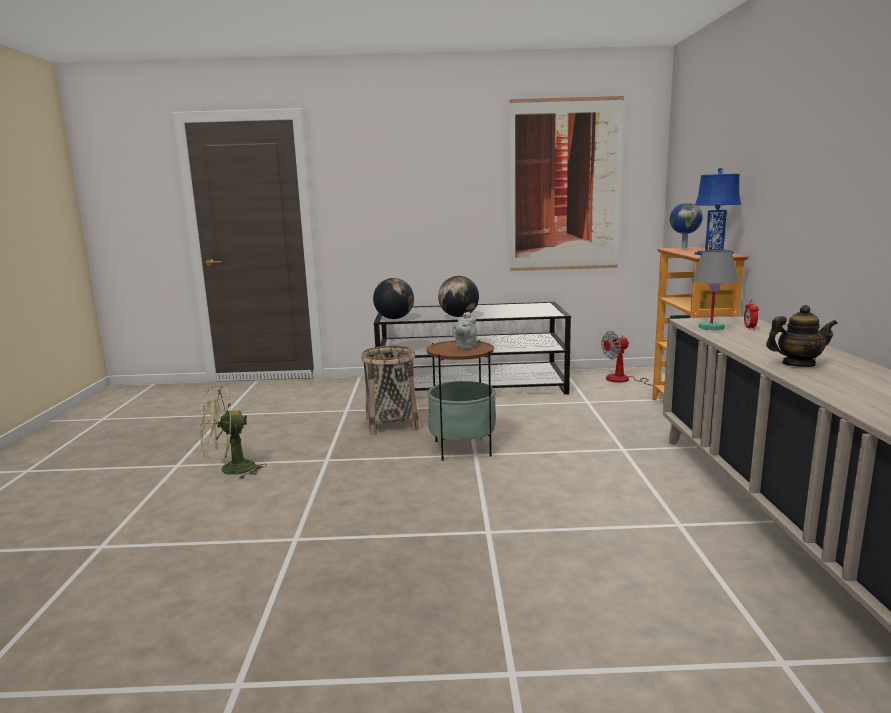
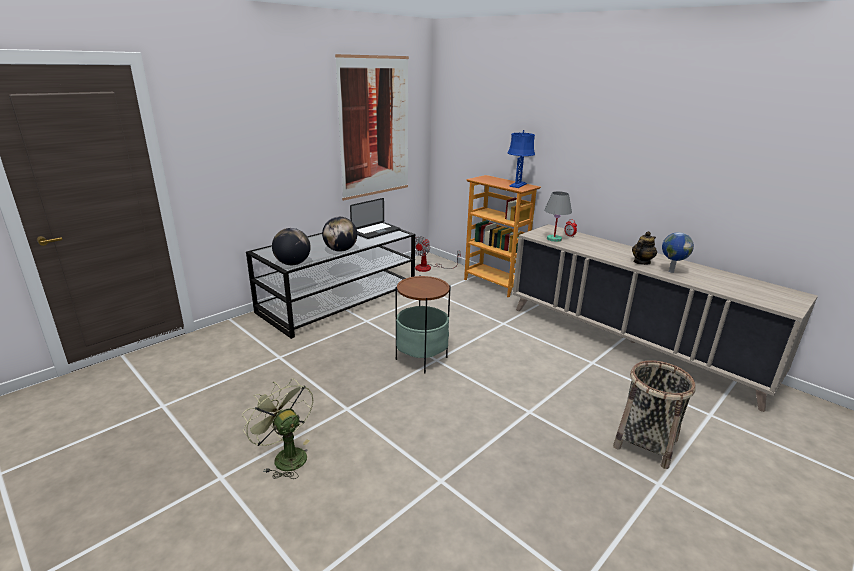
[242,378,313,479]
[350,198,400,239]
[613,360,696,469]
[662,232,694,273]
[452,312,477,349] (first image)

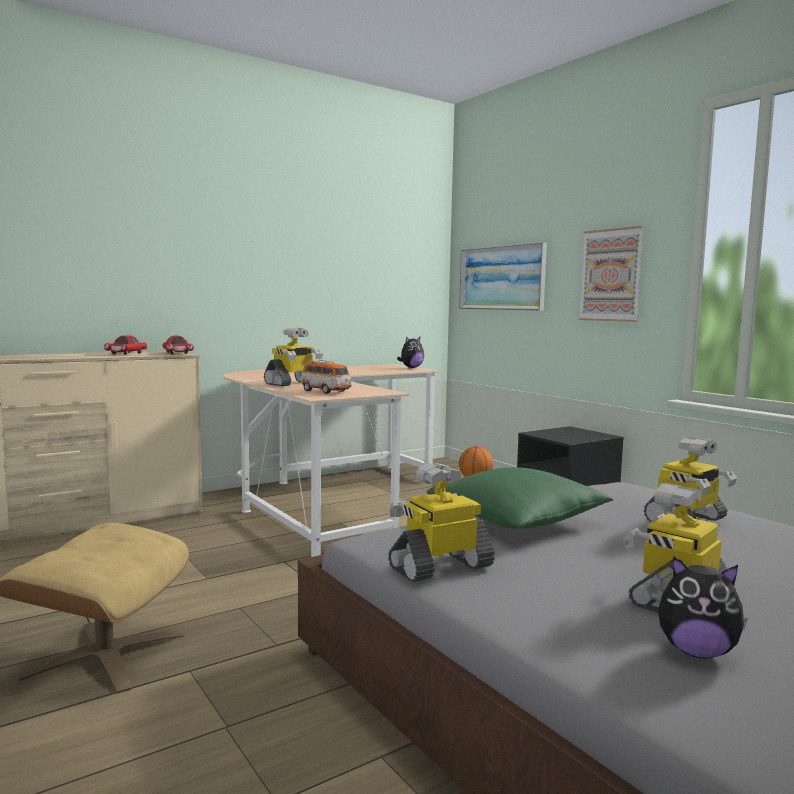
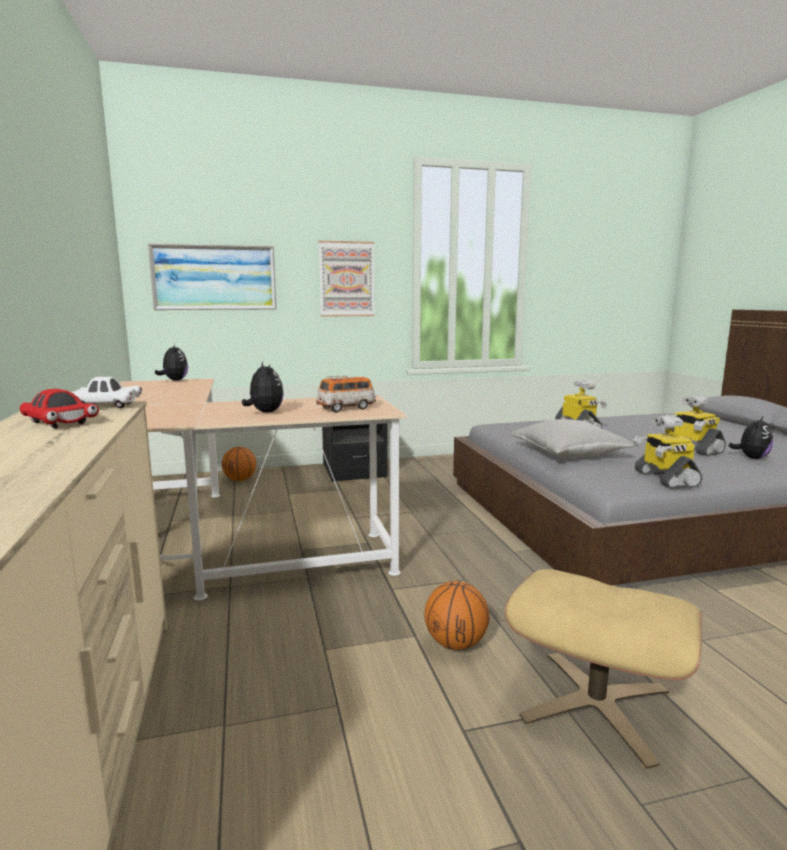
[71,377,142,408]
[242,362,284,412]
[424,581,489,650]
[511,419,634,458]

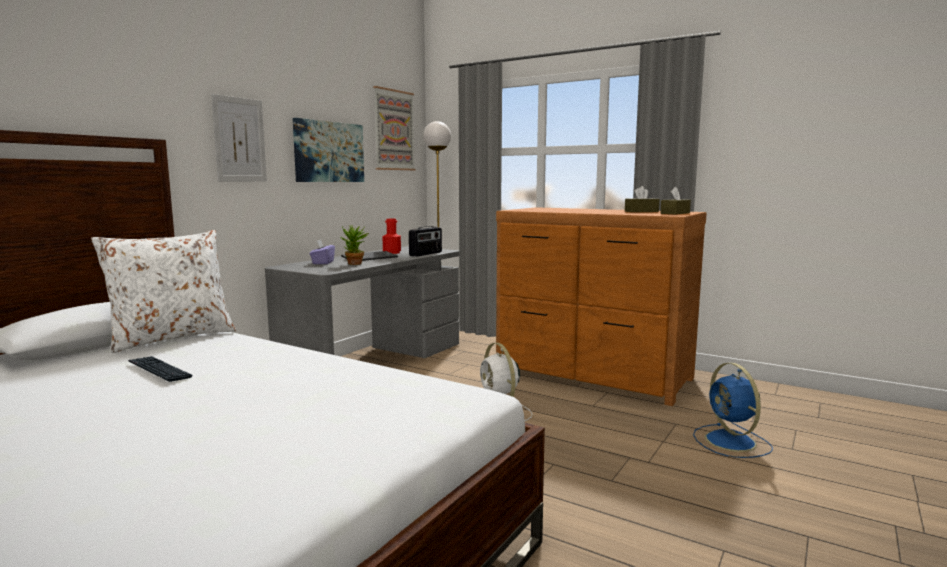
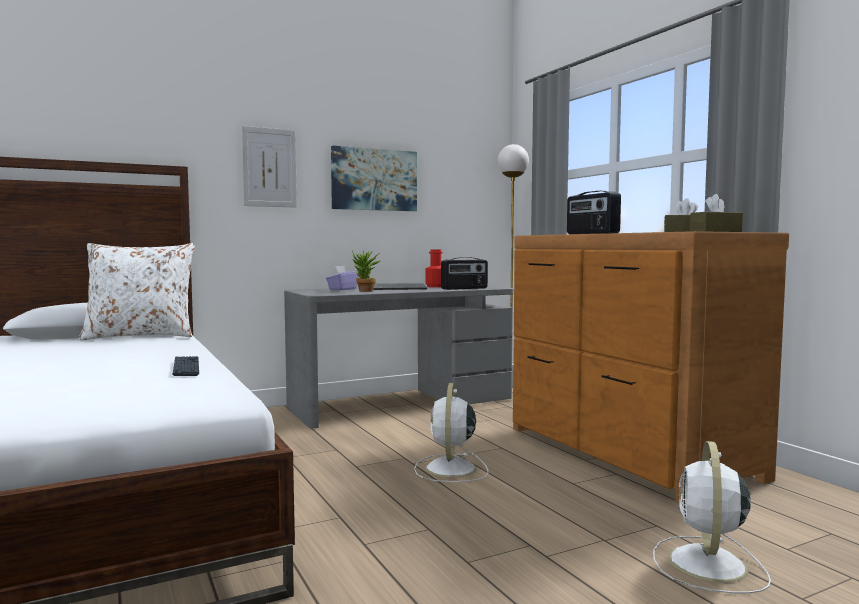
[173,356,199,376]
[567,191,621,234]
[653,441,771,593]
[373,86,415,170] (first image)

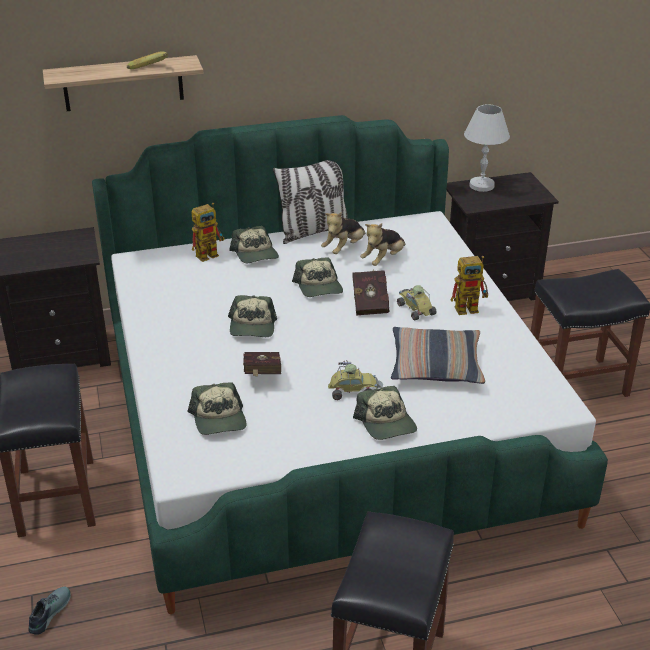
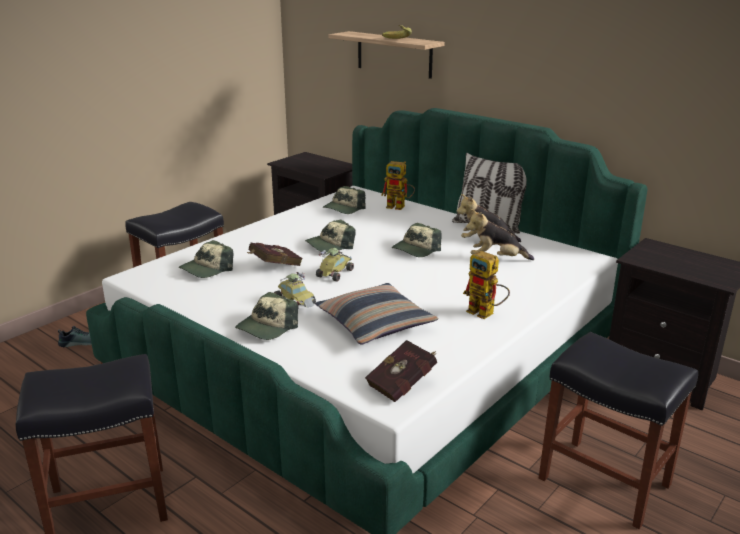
[316,248,354,281]
[322,186,365,214]
[365,340,437,402]
[464,104,510,192] (first image)

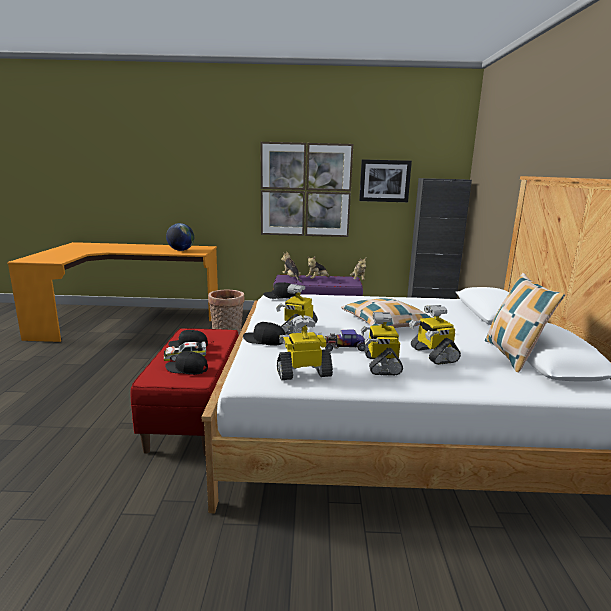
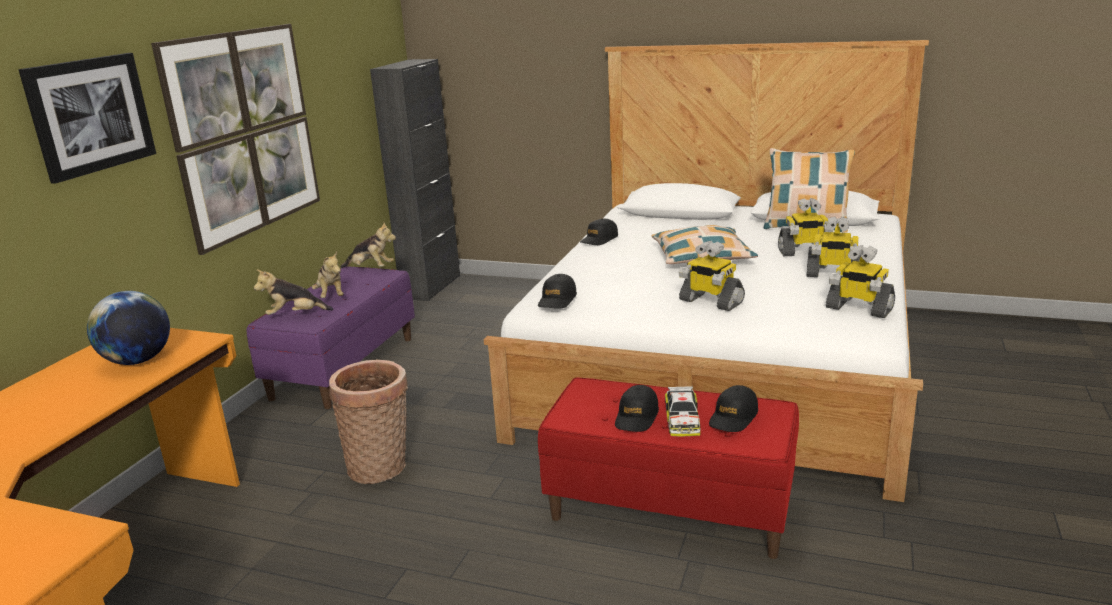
[19,53,156,184]
[580,219,618,245]
[826,245,895,318]
[323,329,366,351] (first image)

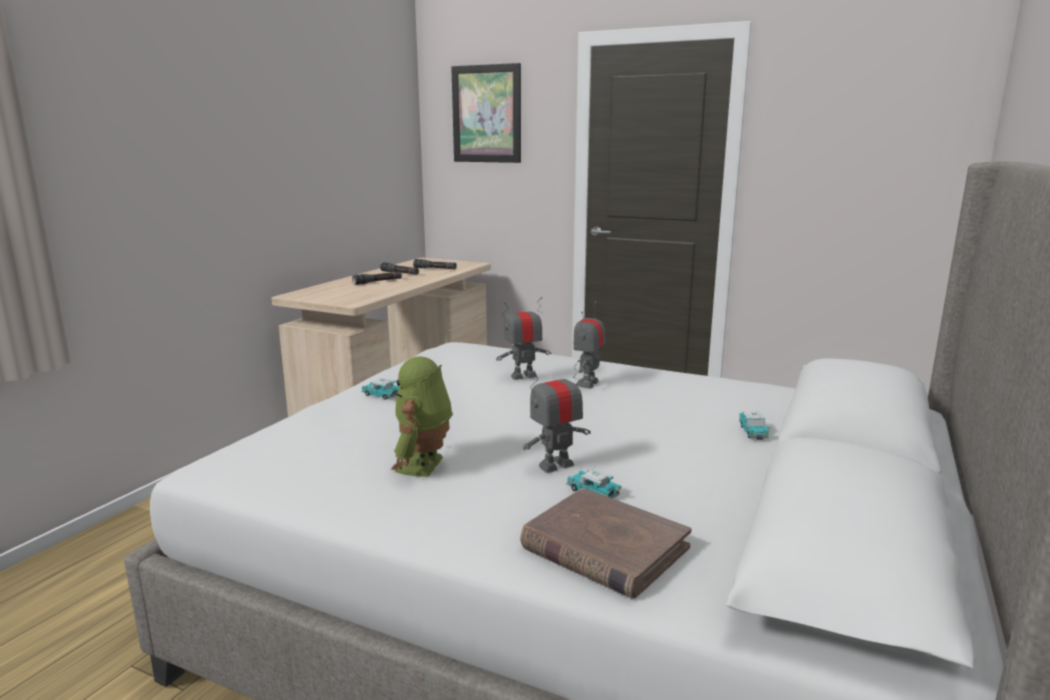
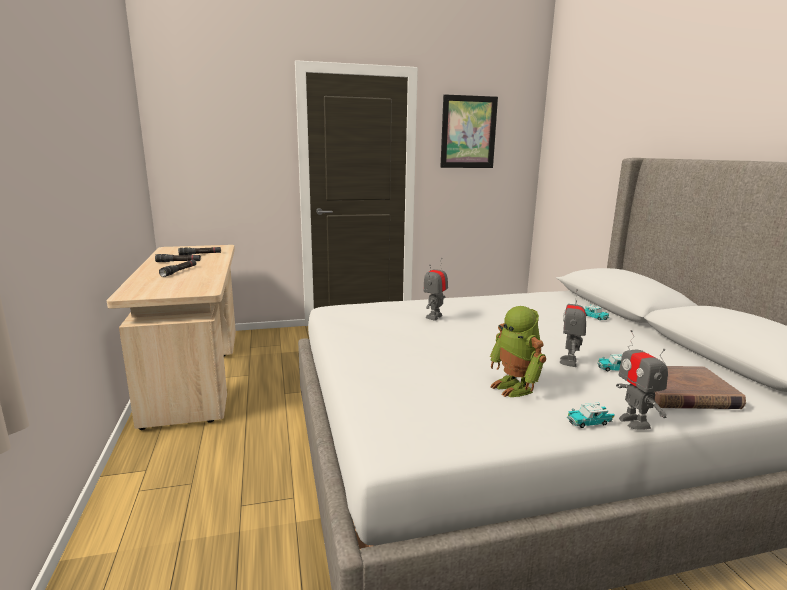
[440,94,498,168]
[567,403,615,428]
[616,330,668,430]

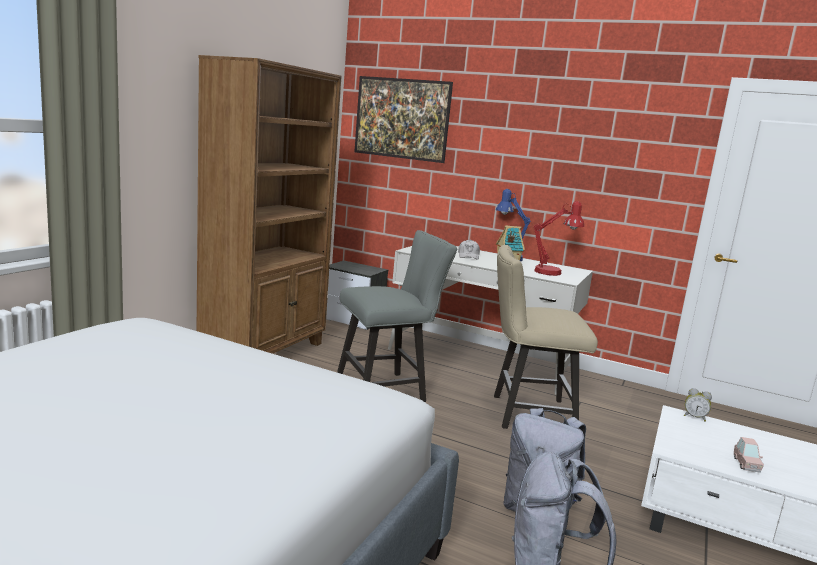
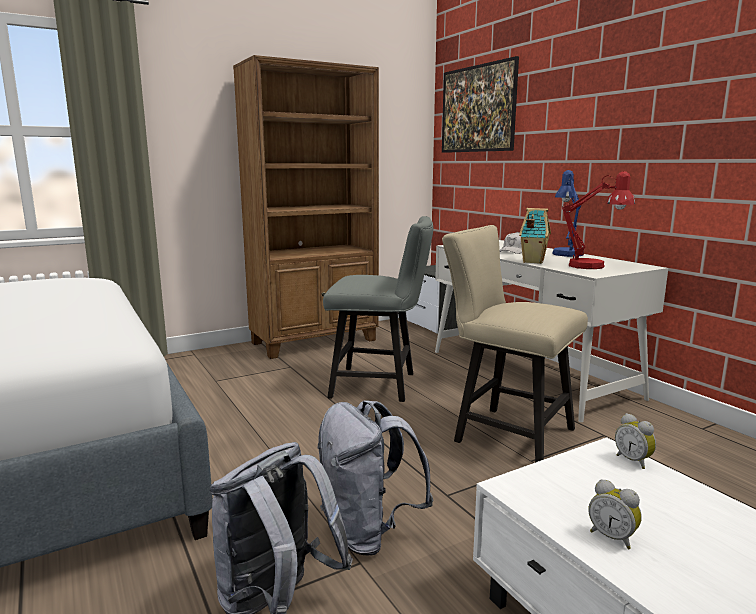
[588,479,642,549]

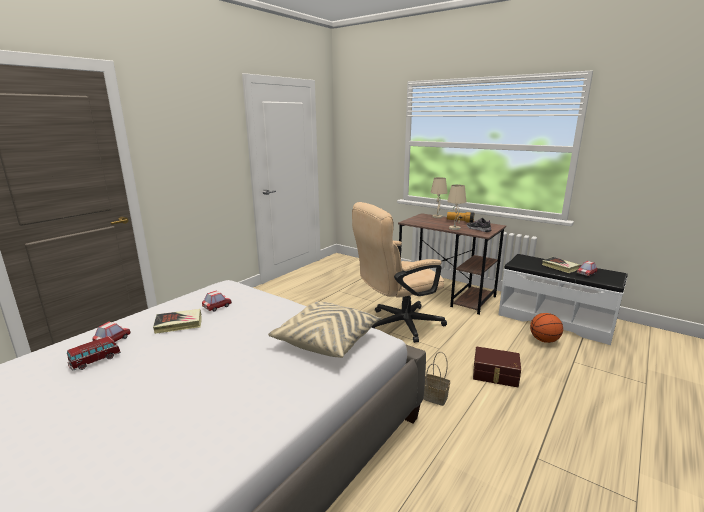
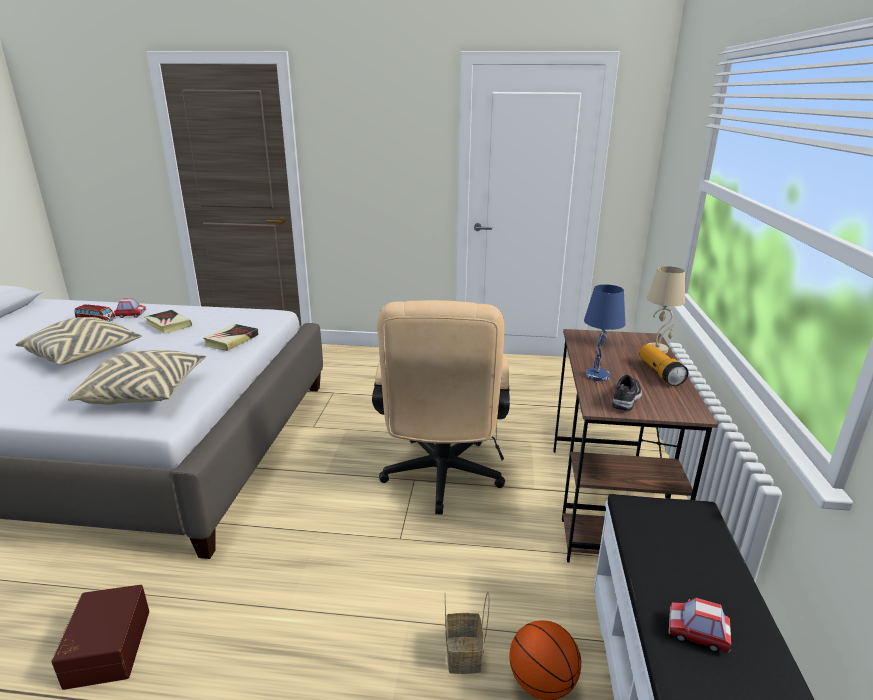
[16,317,142,365]
[51,585,150,690]
[203,324,258,351]
[372,300,510,515]
[445,592,489,674]
[584,284,625,381]
[202,290,232,312] (first image)

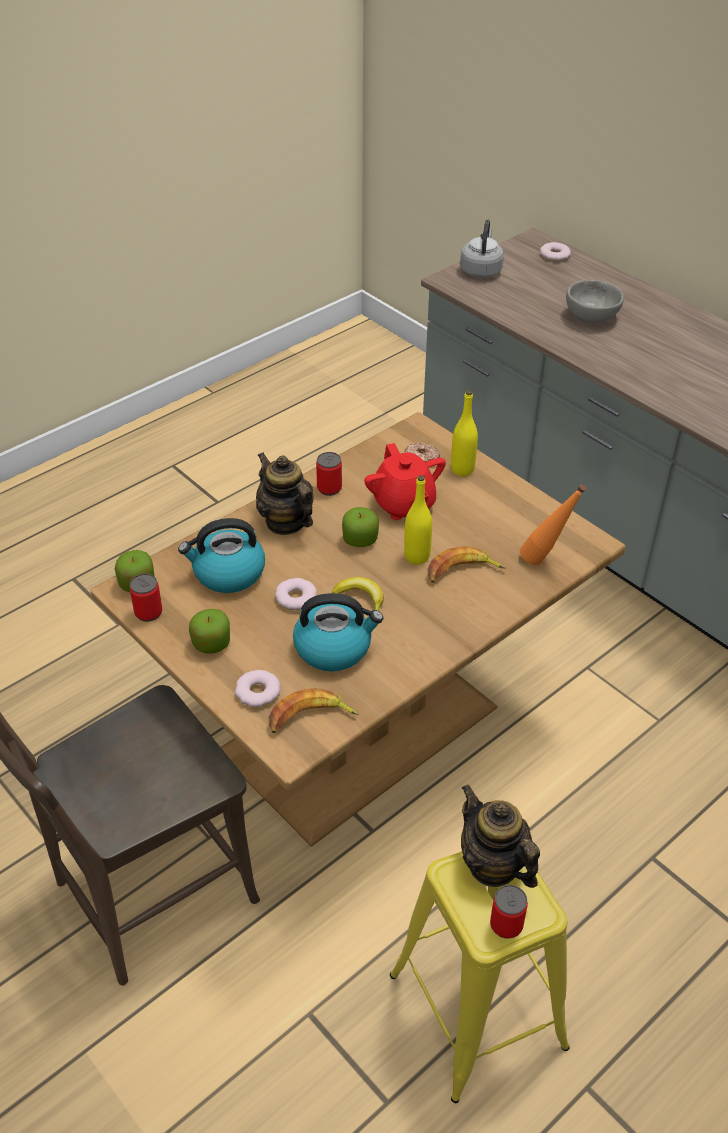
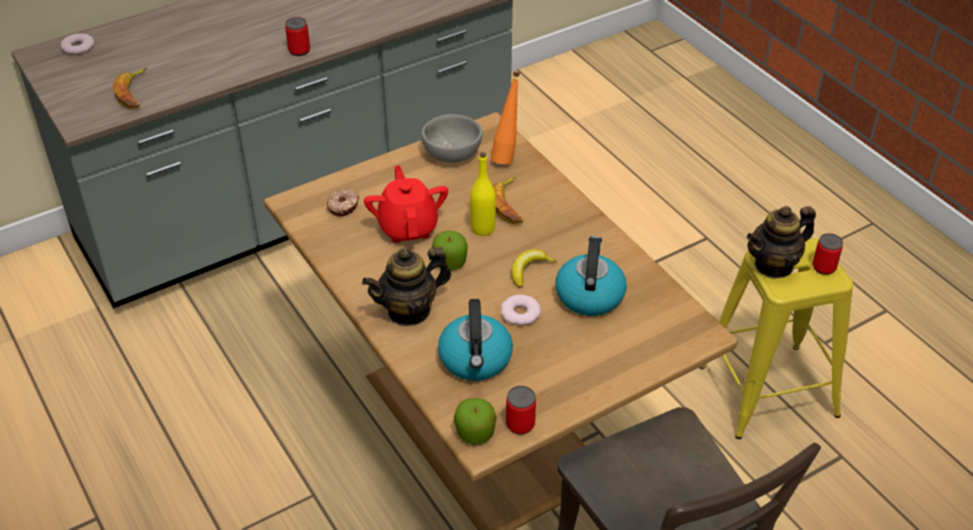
[113,68,147,109]
[285,17,310,56]
[364,165,448,243]
[421,114,482,163]
[189,609,230,654] (first image)
[235,670,281,707] (first image)
[451,390,478,476] (first image)
[460,219,504,278] (first image)

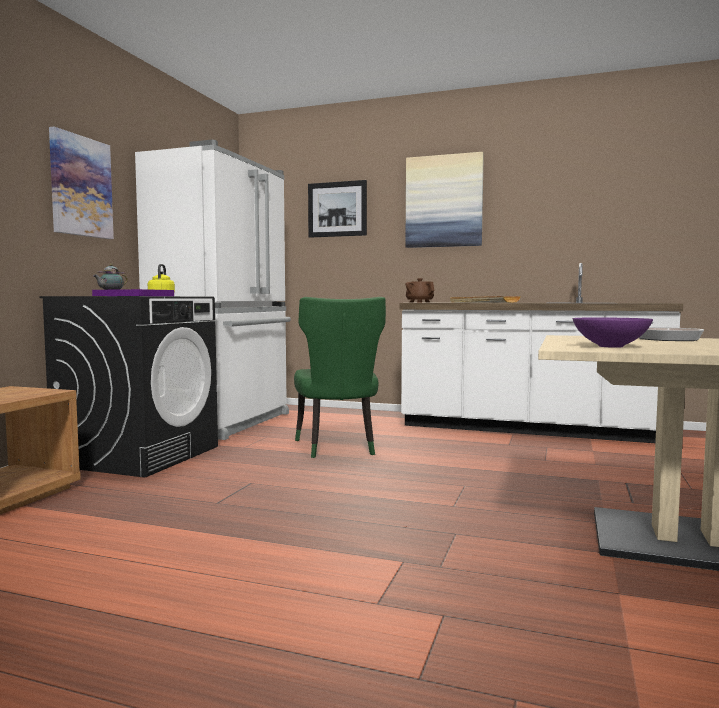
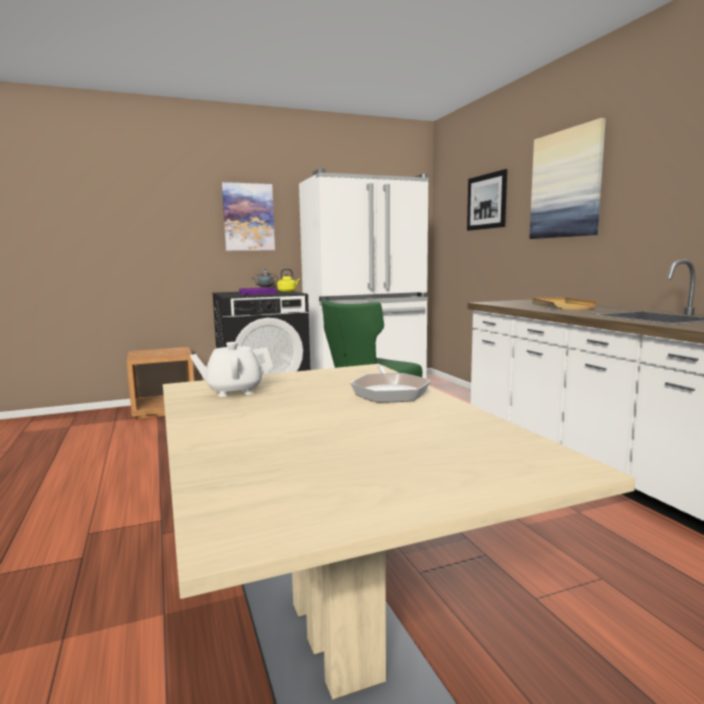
[190,342,273,397]
[405,278,434,303] (first image)

